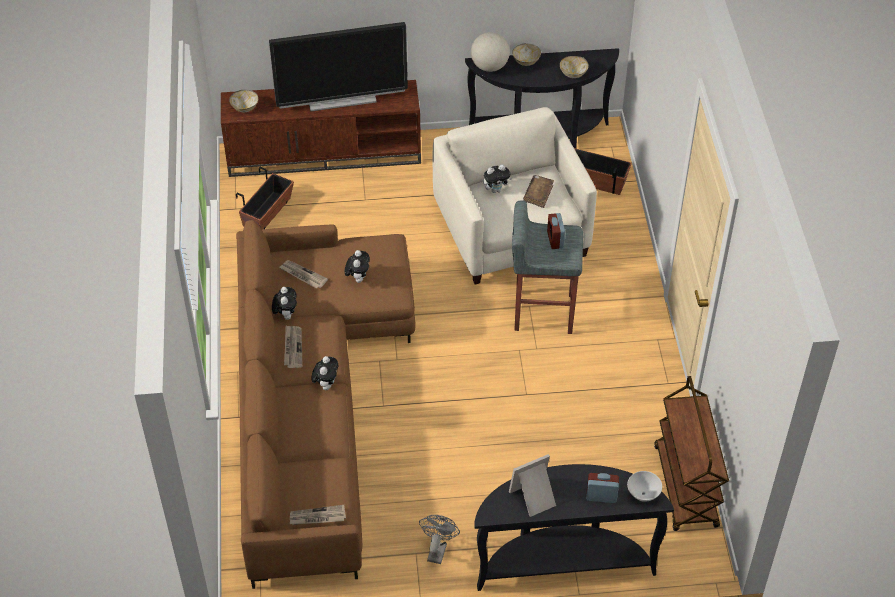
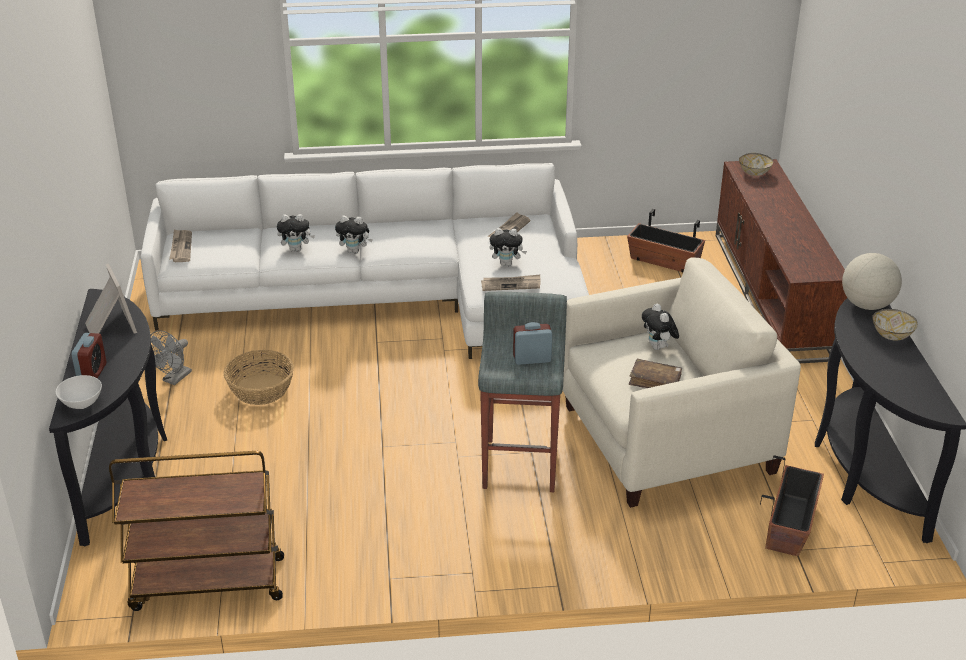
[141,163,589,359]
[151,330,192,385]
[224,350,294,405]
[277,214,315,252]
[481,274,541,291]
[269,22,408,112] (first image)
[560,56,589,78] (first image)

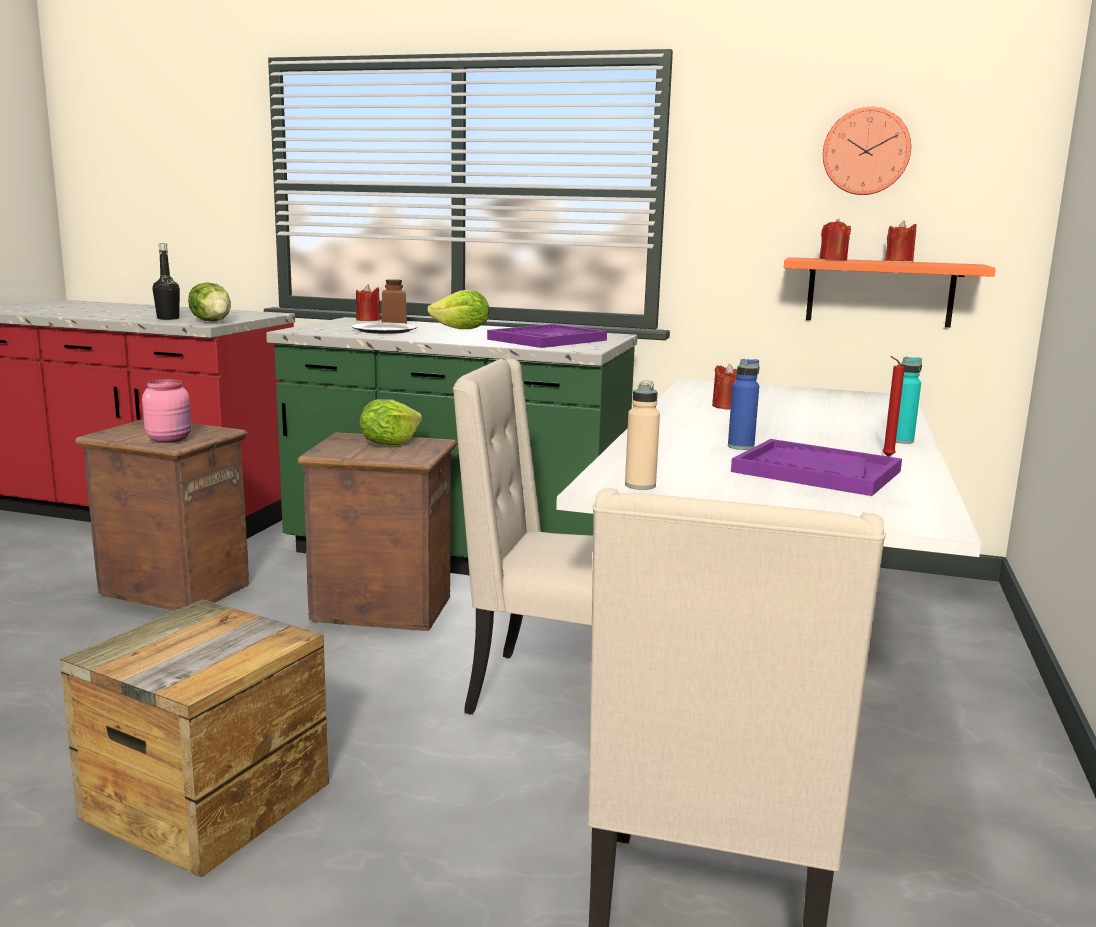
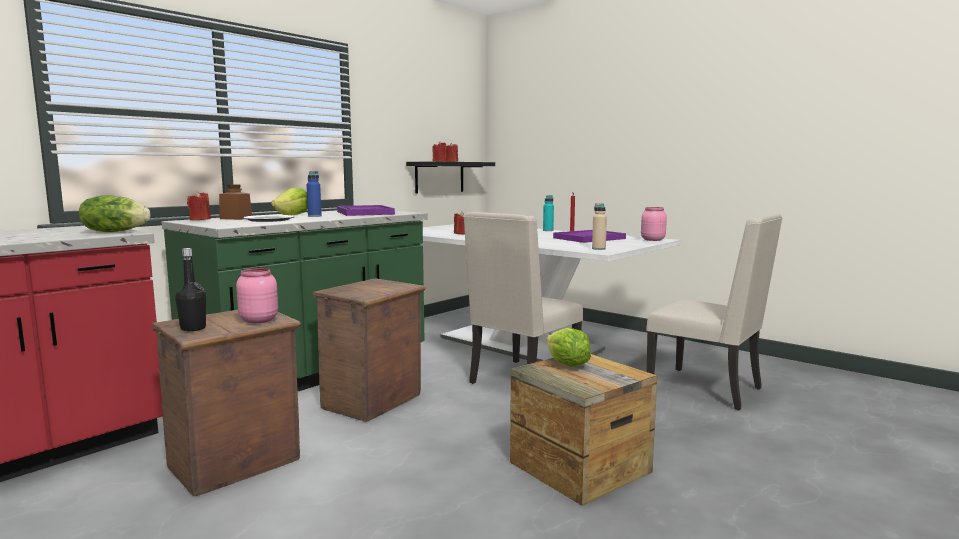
[175,248,206,331]
[306,171,322,217]
[406,161,495,194]
[547,328,591,367]
[641,207,667,241]
[823,107,911,195] (first image)

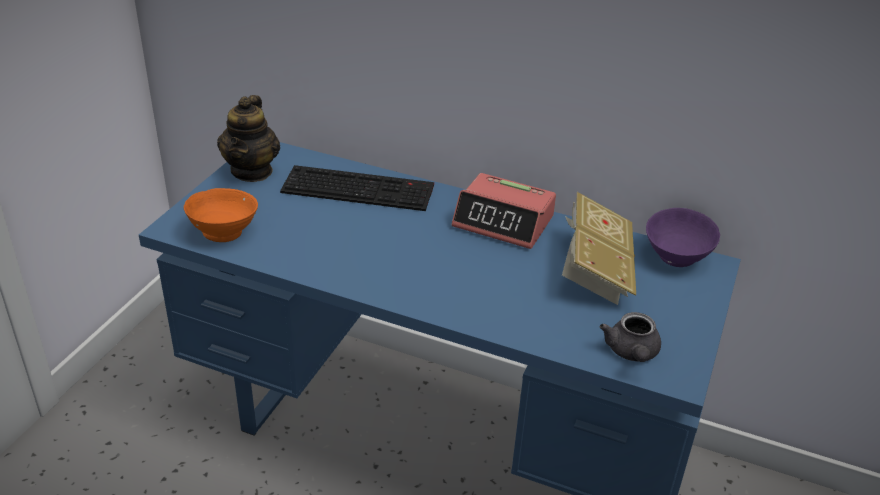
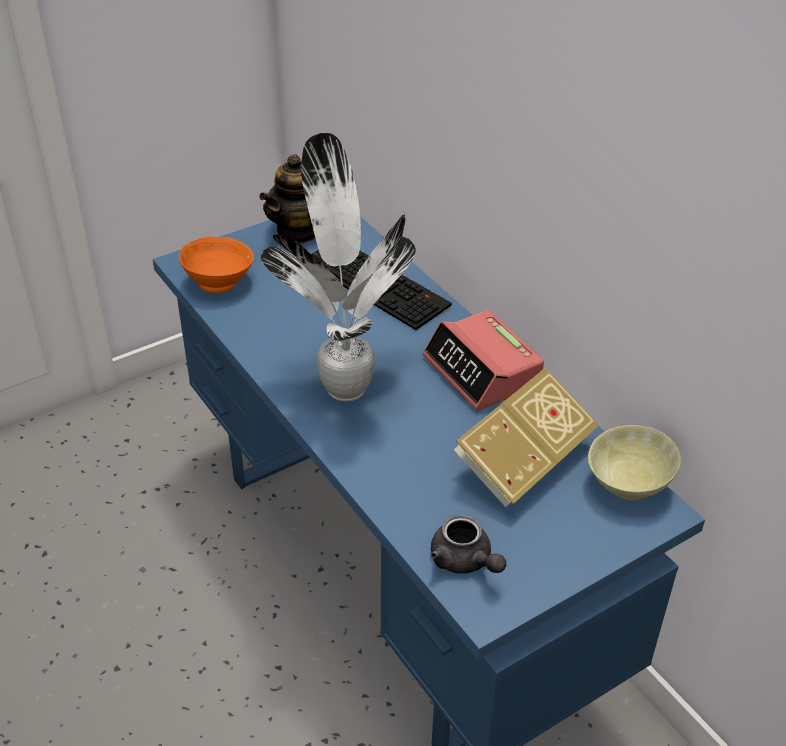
[261,133,416,402]
[431,515,506,574]
[588,425,681,501]

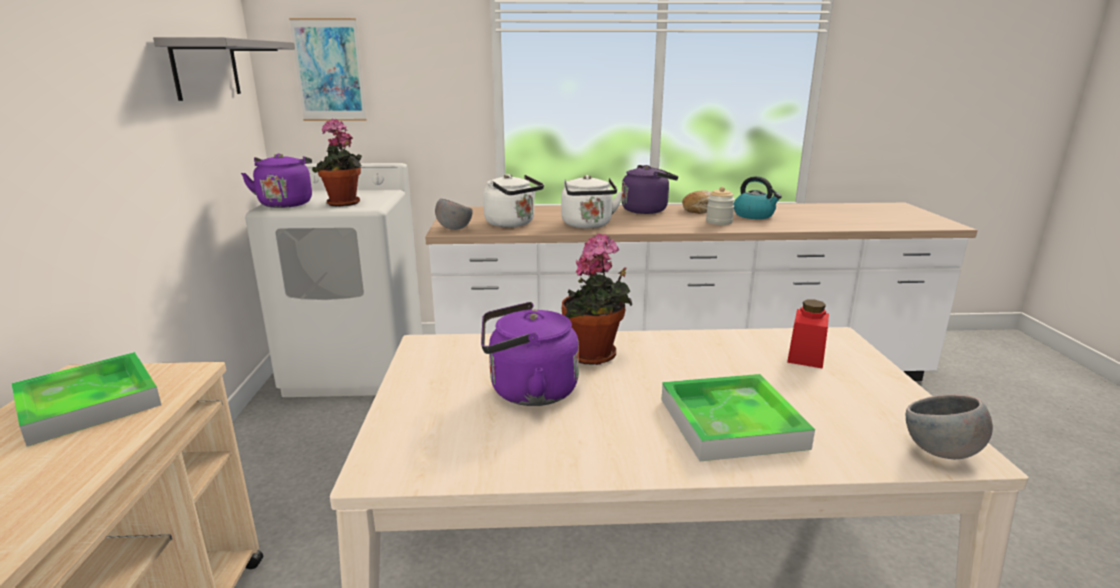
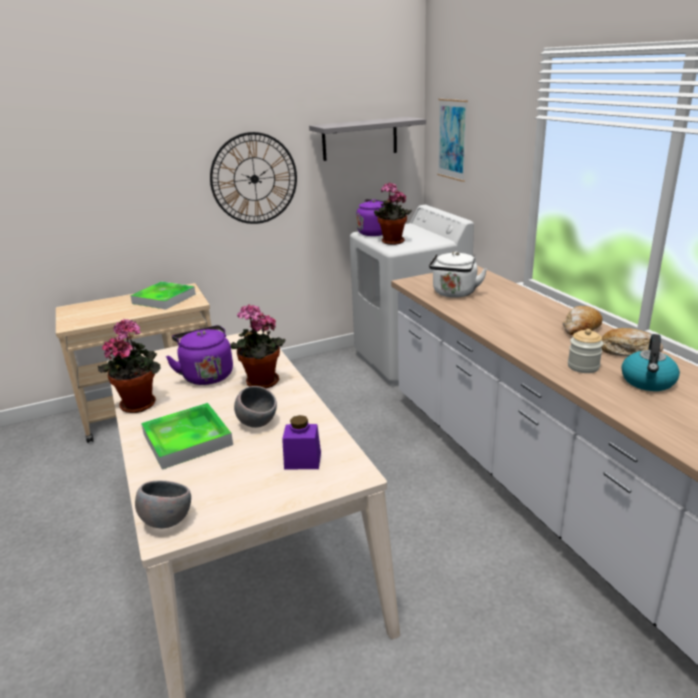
[98,319,160,413]
[210,132,297,224]
[234,386,277,428]
[282,415,321,470]
[563,306,603,335]
[561,175,623,228] (first image)

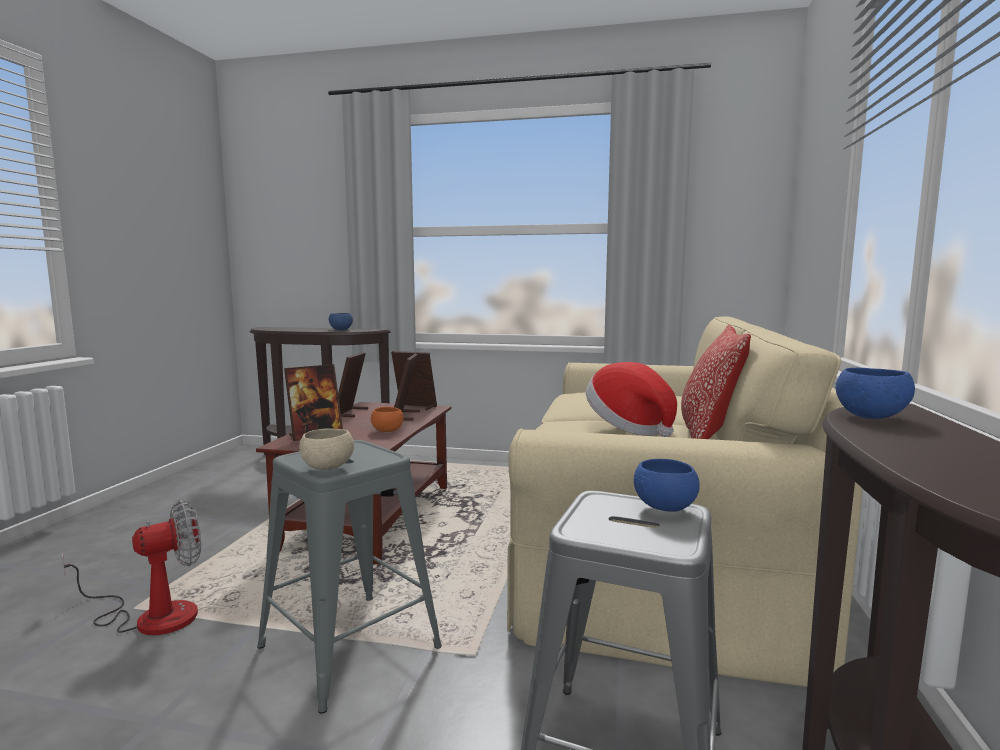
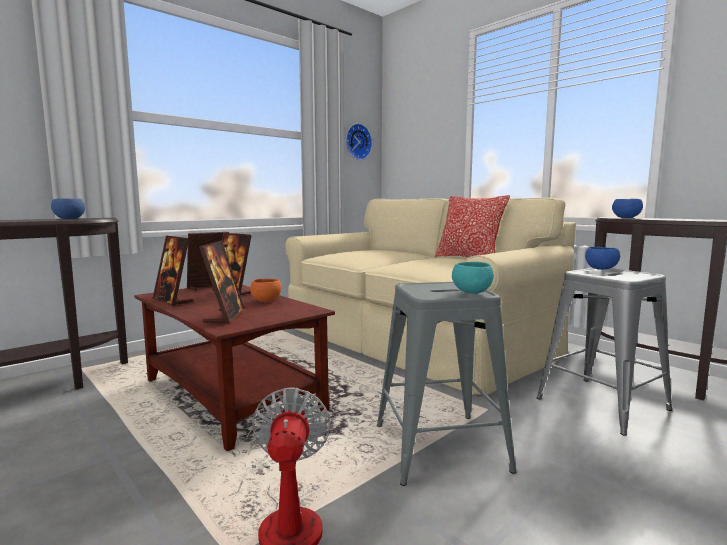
[346,123,372,160]
[452,262,494,294]
[586,362,677,437] (first image)

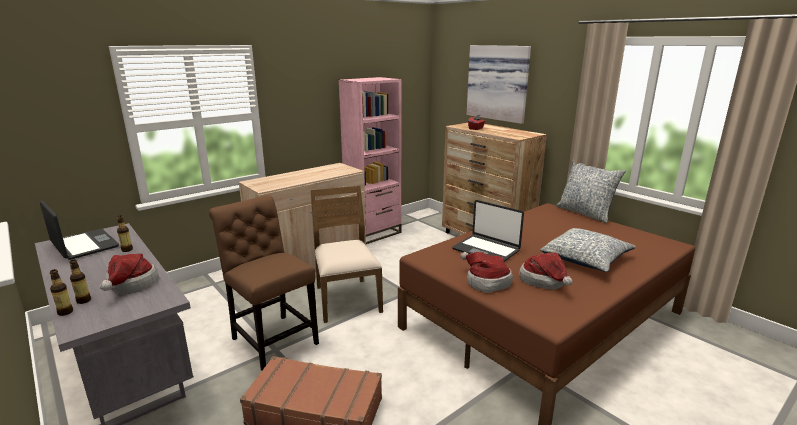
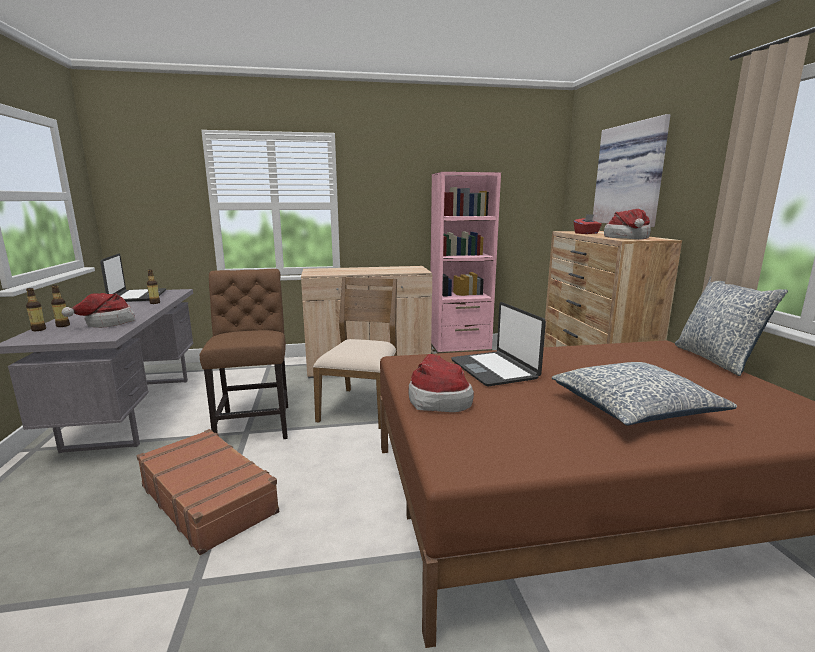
[604,209,651,239]

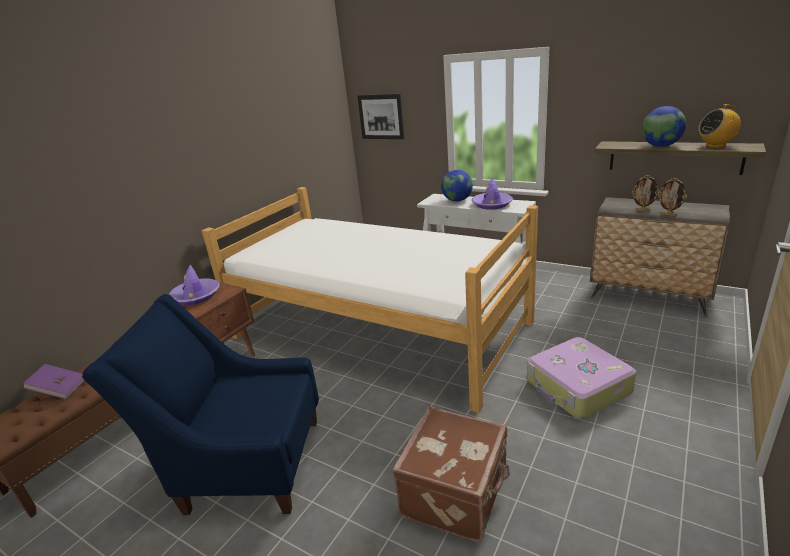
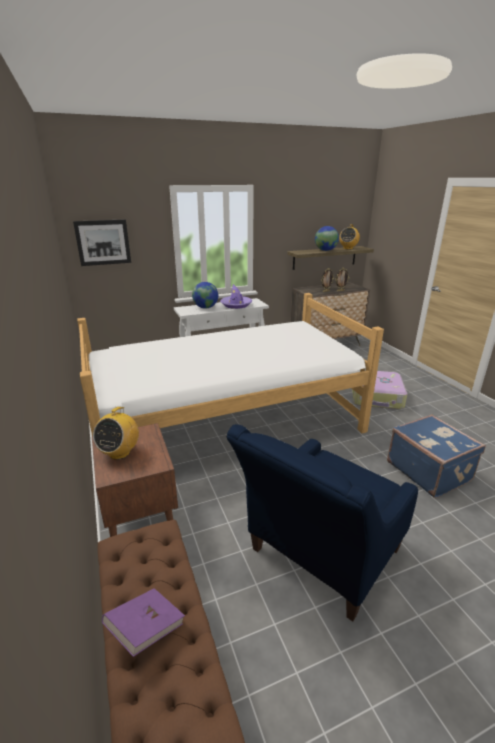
[93,406,139,460]
[387,414,486,498]

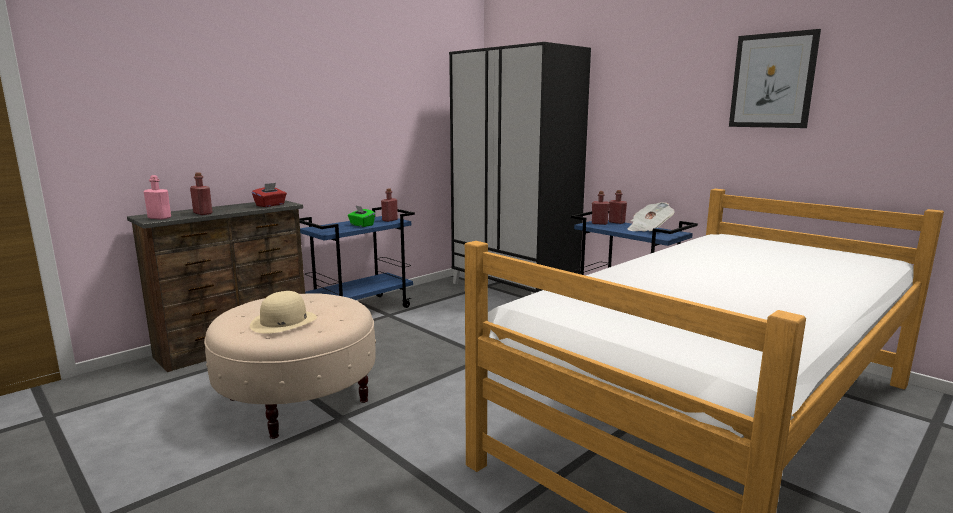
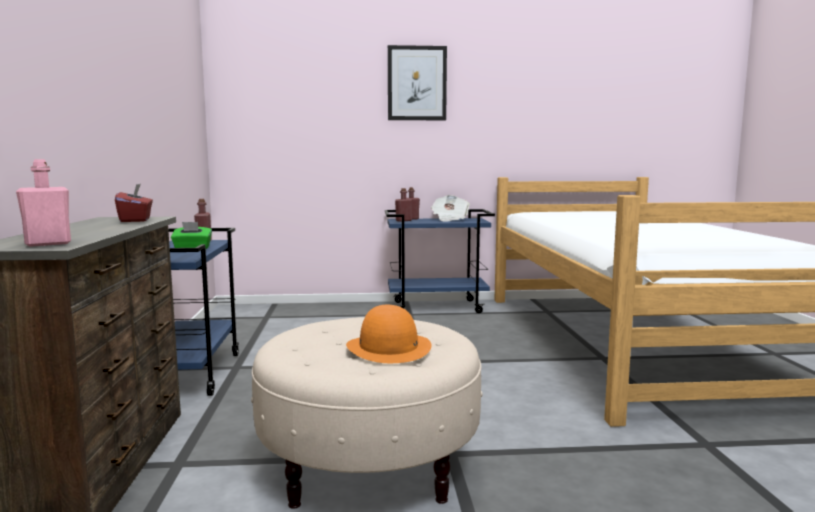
[346,305,431,363]
[388,45,447,120]
[190,172,213,215] (first image)
[449,42,591,294] (first image)

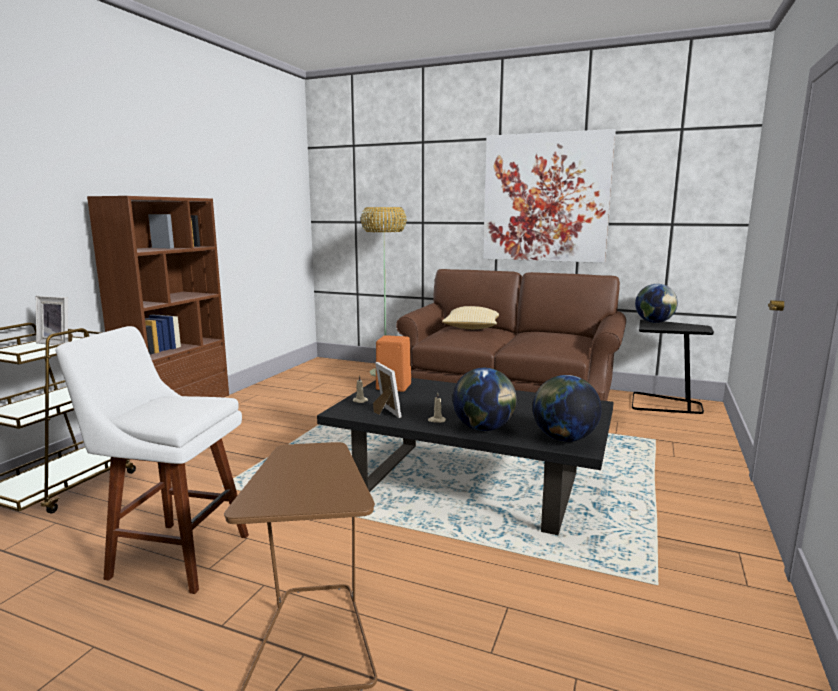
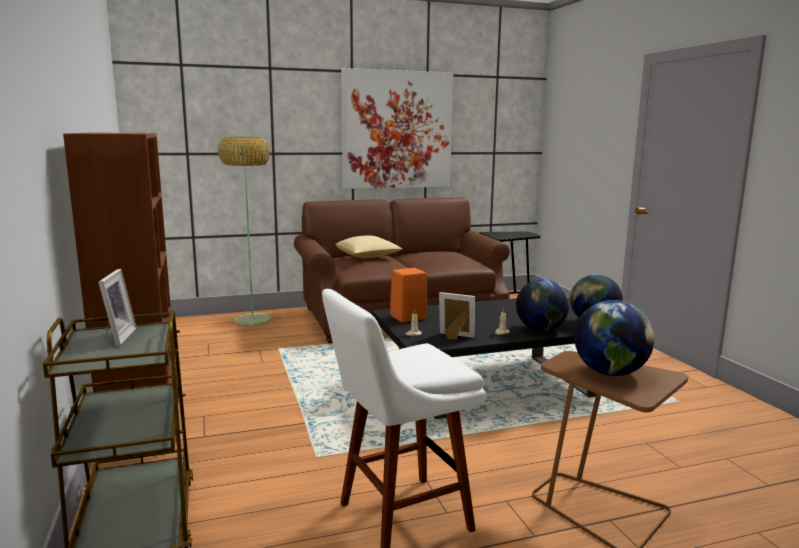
[98,269,137,346]
[574,300,654,376]

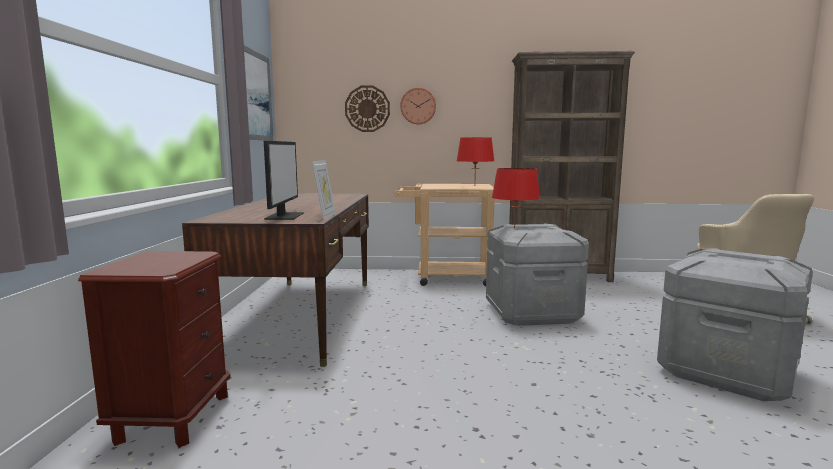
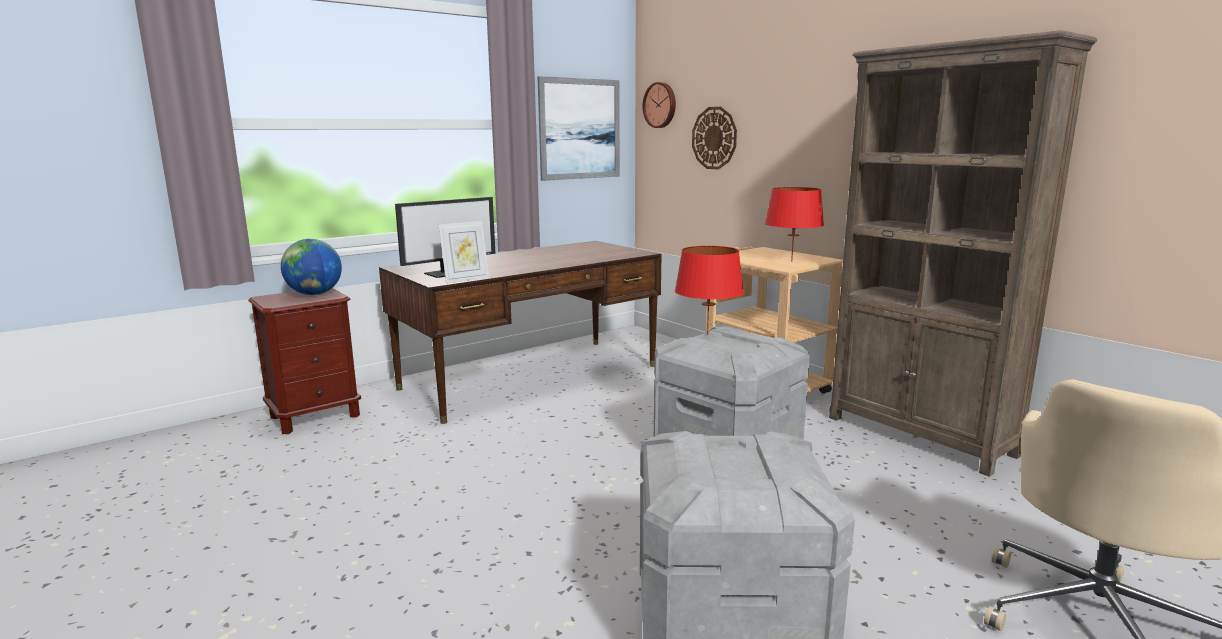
[281,239,342,295]
[643,82,676,128]

